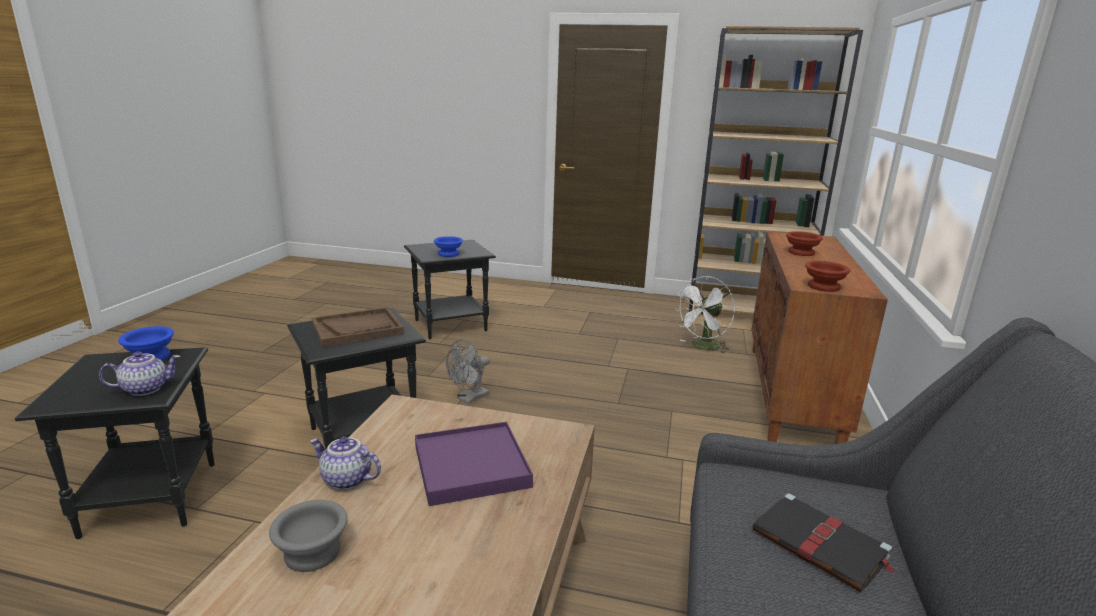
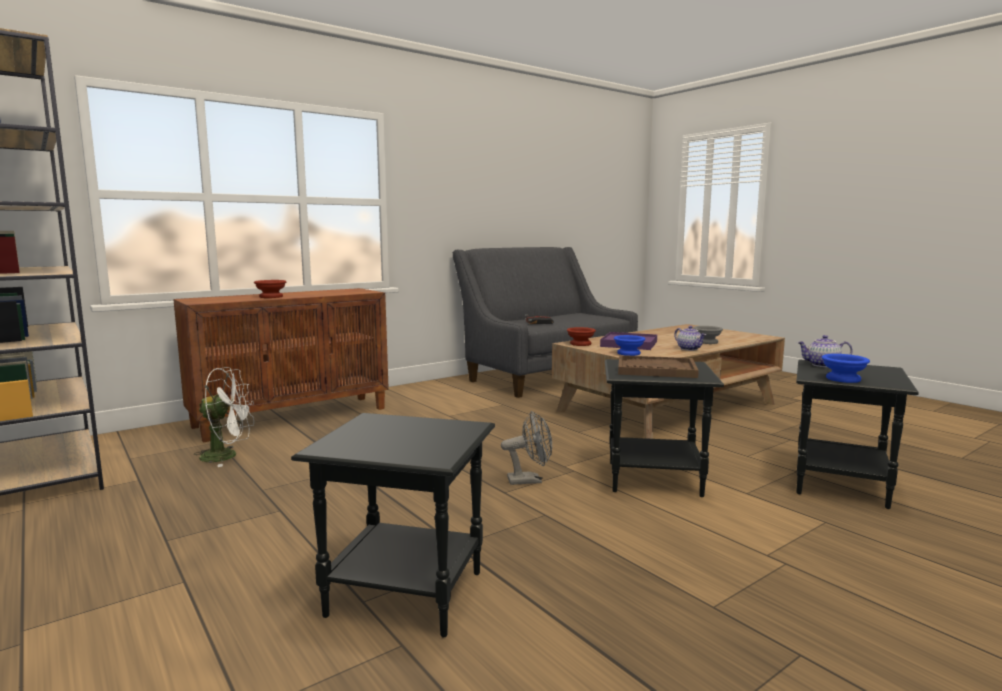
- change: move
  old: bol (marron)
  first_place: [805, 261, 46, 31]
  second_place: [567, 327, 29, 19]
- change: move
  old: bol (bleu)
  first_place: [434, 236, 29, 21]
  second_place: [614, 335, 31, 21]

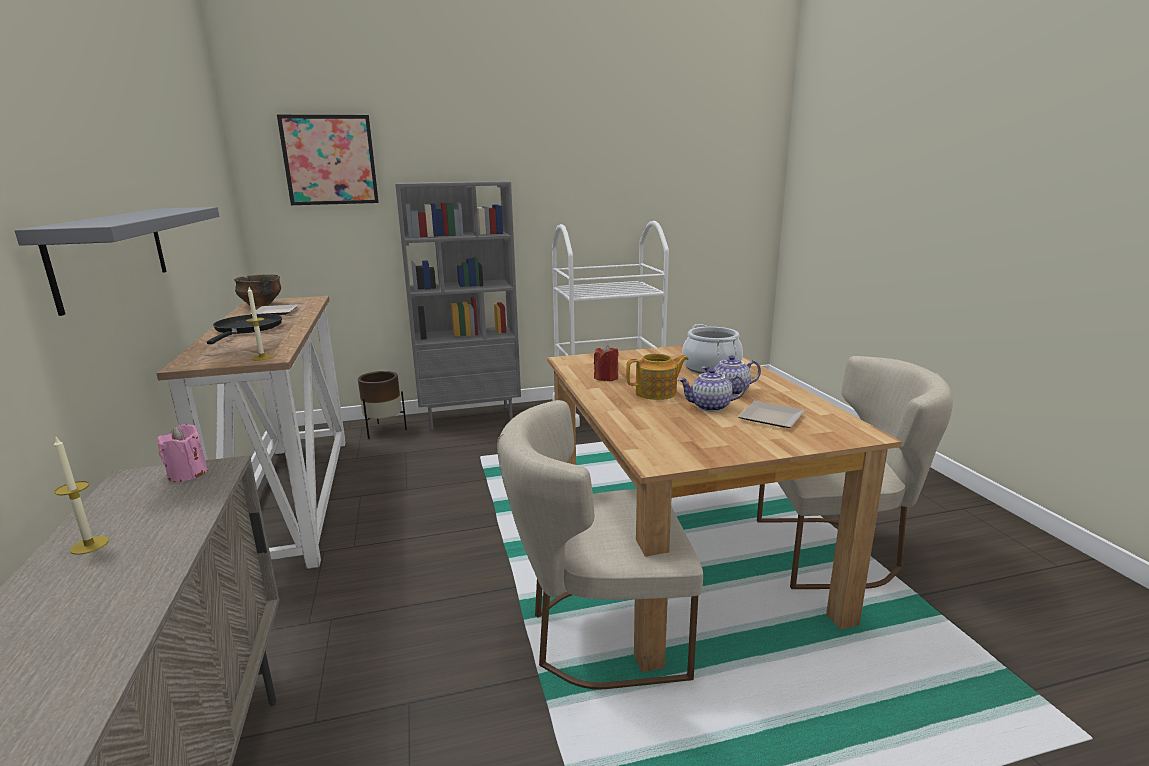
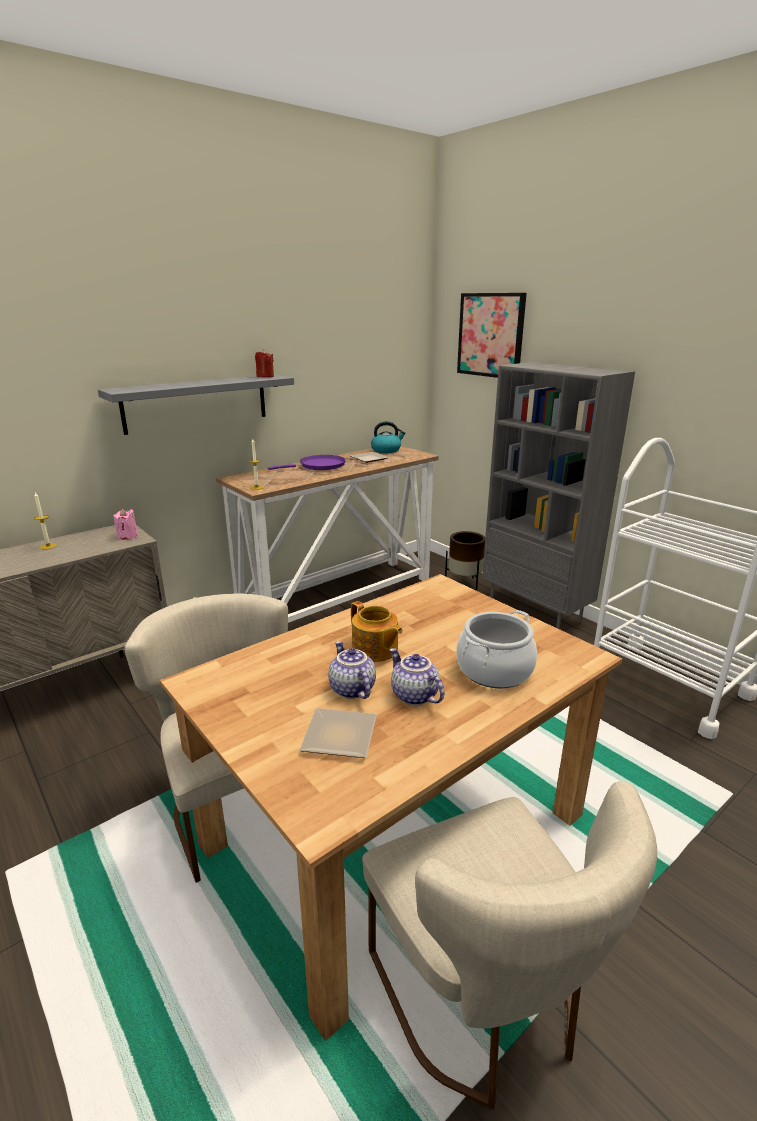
- change: move
  old: bougie (rouge)
  first_place: [594, 345, 25, 36]
  second_place: [255, 349, 19, 28]
- change: recolor
  old: poêle (noir)
  new: poêle (violet)
  first_place: [207, 314, 75, 30]
  second_place: [268, 455, 78, 15]
- change: replace
  old: bol
  new: bouilloire
  first_place: [234, 274, 47, 33]
  second_place: [371, 421, 35, 32]

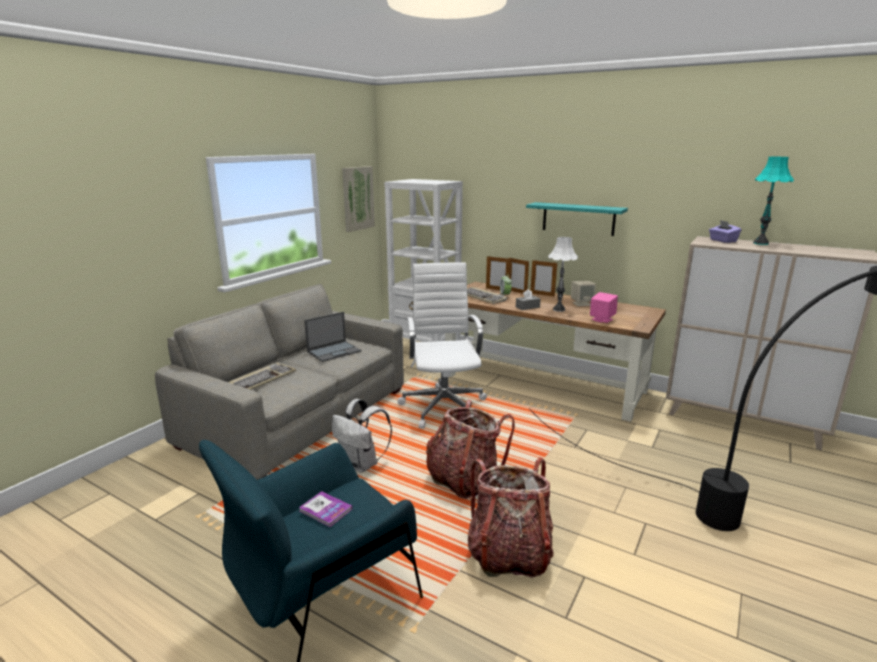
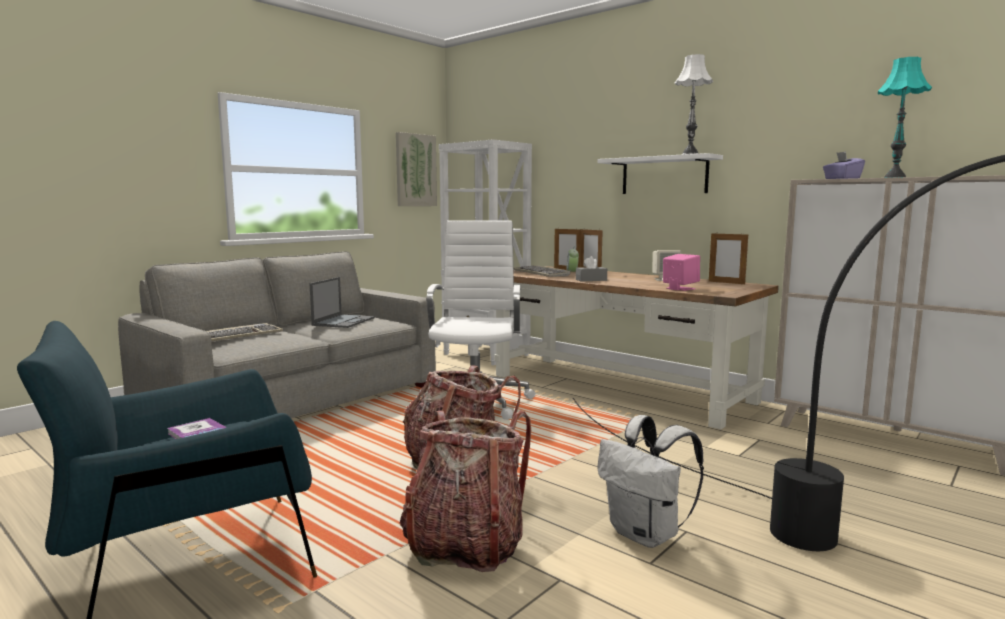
- change: rotate
  old: ordinateur portable
  first_place: [304, 312, 57, 50]
  second_place: [309, 277, 66, 51]
  degrees: -45
- change: recolor
  old: étagère (turquoise)
  new: étagère (blanc)
  first_place: [526, 202, 102, 34]
  second_place: [597, 153, 126, 41]
- change: move
  old: sac à dos (blanc)
  first_place: [332, 399, 60, 74]
  second_place: [597, 415, 107, 133]
- change: move
  old: lampe de table (blanc)
  first_place: [548, 237, 30, 75]
  second_place: [674, 54, 39, 101]
- change: move
  old: cadre photo
  first_place: [530, 260, 27, 37]
  second_place: [709, 233, 39, 51]

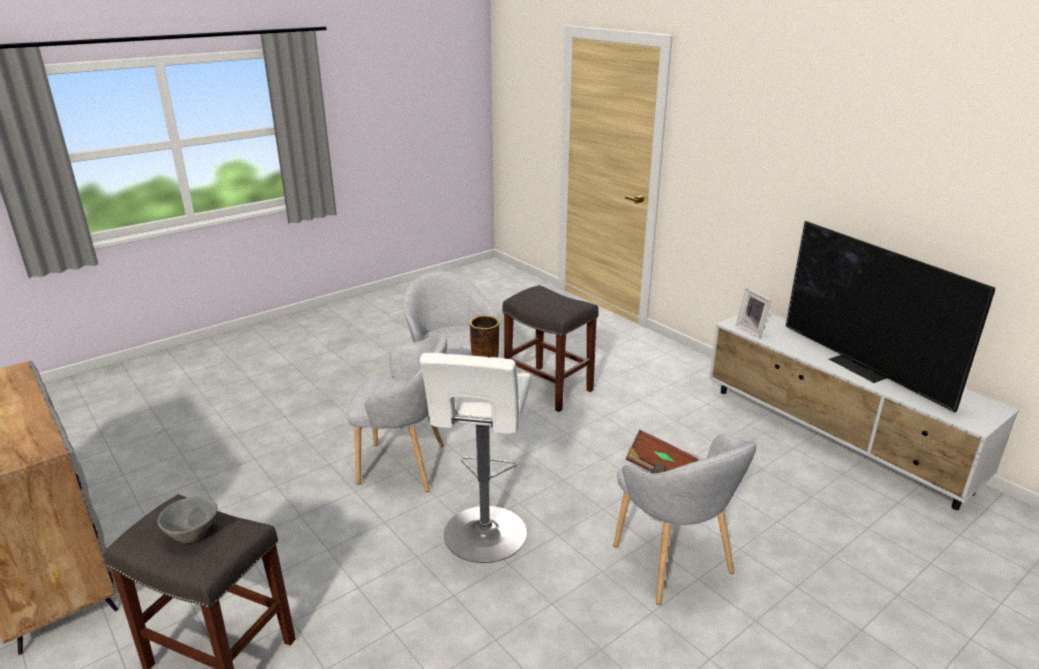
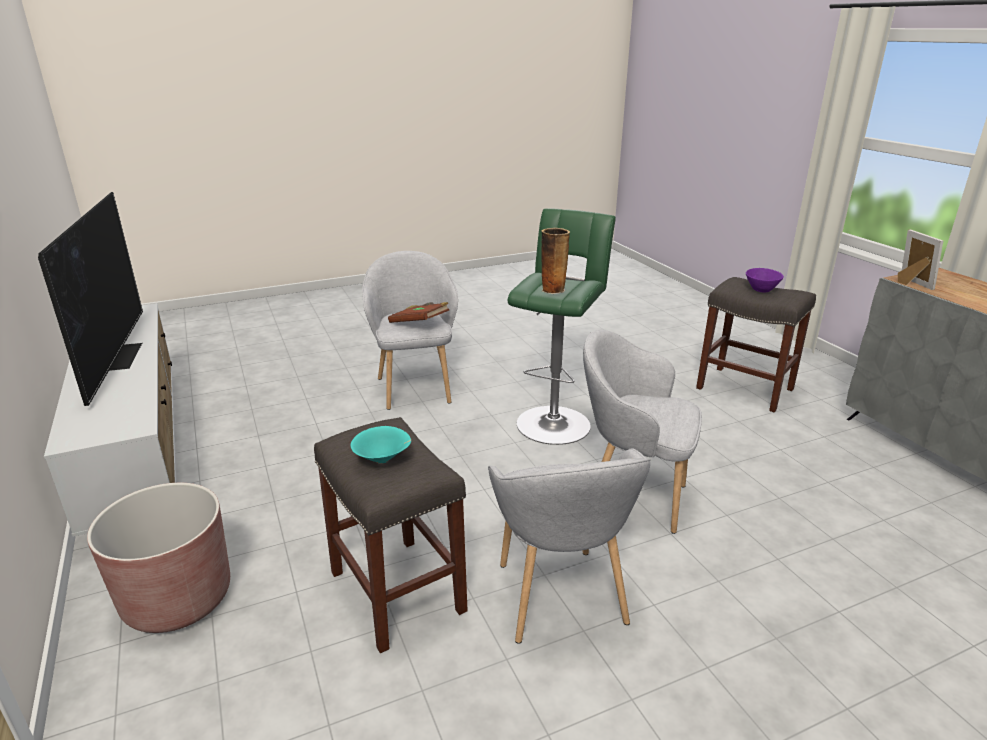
- change: insert
  new: cache-pot (marron)
  second_place: [87, 483, 143, 150]
- change: insert
  new: bol (turquoise)
  second_place: [350, 426, 61, 38]
- change: recolor
  old: tabouret (blanc)
  new: tabouret (vert)
  first_place: [420, 353, 111, 210]
  second_place: [507, 208, 109, 237]
- change: recolor
  old: bol (gris)
  new: bol (violet)
  first_place: [158, 497, 59, 47]
  second_place: [746, 268, 38, 25]
- change: move
  old: cadre photo
  first_place: [736, 288, 36, 51]
  second_place: [898, 229, 45, 61]

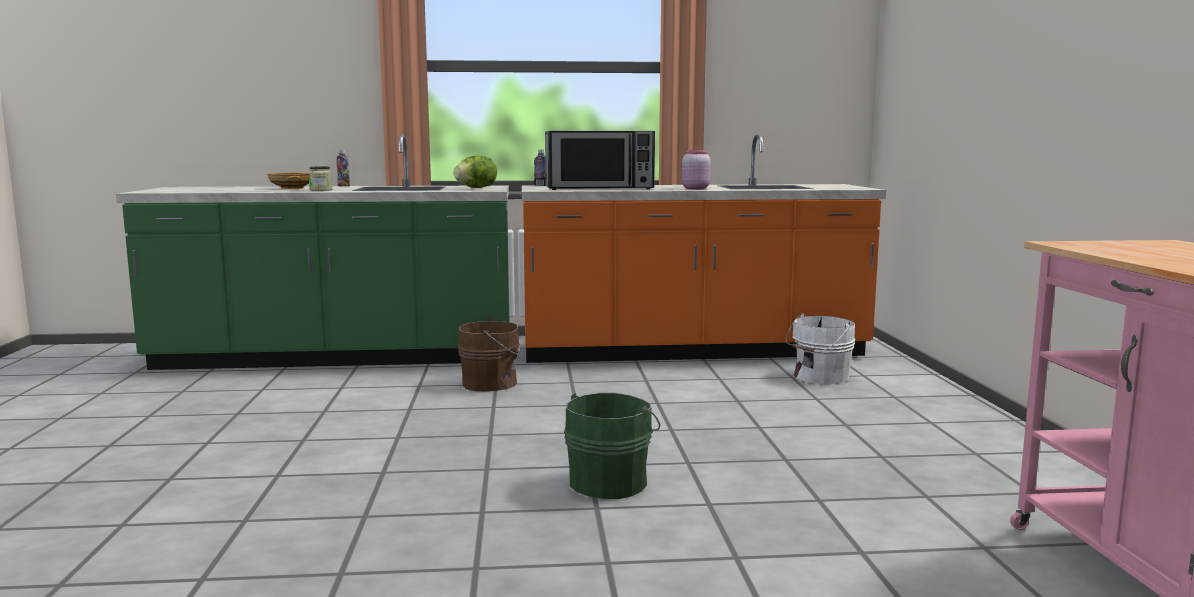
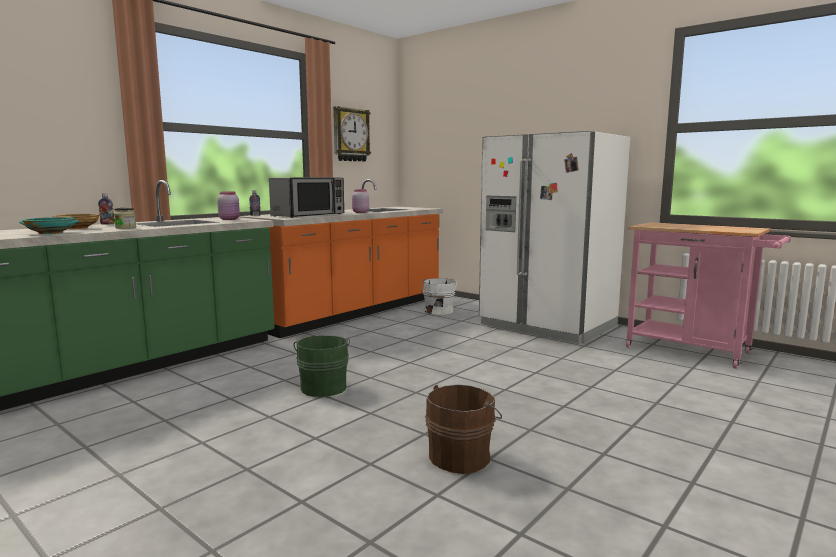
- change: insert
  new: bol (turquoise)
  second_place: [19, 217, 60, 17]
- change: replace
  old: laitue
  new: bocal (rose)
  first_place: [453, 155, 44, 33]
  second_place: [217, 191, 23, 29]
- change: move
  old: seau (vert)
  first_place: [564, 393, 96, 106]
  second_place: [293, 335, 57, 62]
- change: insert
  new: horloge murale
  second_place: [333, 106, 38, 56]
- change: move
  old: seau (marron)
  first_place: [458, 318, 63, 73]
  second_place: [425, 385, 77, 89]
- change: insert
  new: réfrigérateur (blanc)
  second_place: [479, 131, 151, 213]

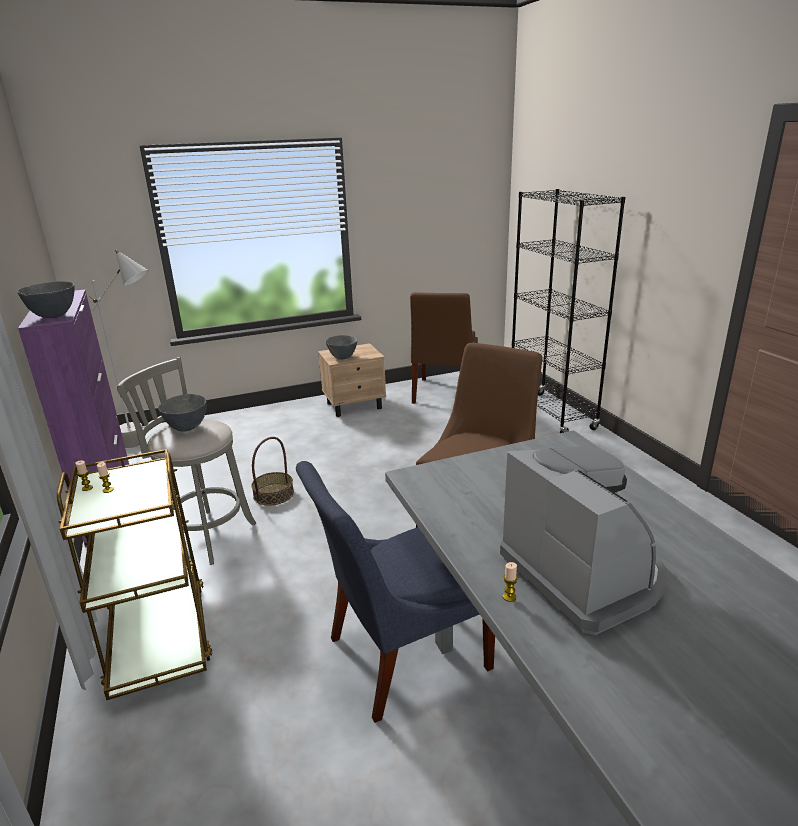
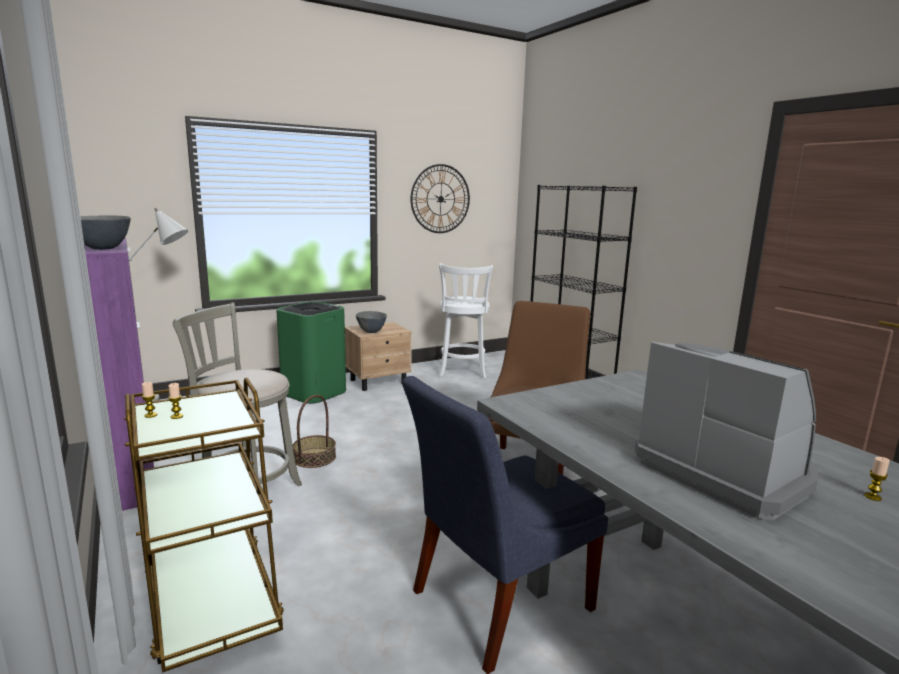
- change: insert
  new: poubelle (vert)
  second_place: [276, 302, 70, 102]
- change: insert
  new: horloge murale
  second_place: [411, 164, 59, 69]
- change: replace
  old: chaise (marron)
  new: tabouret (blanc)
  first_place: [410, 292, 68, 112]
  second_place: [439, 263, 54, 115]
- change: move
  old: bougie
  first_place: [503, 562, 15, 40]
  second_place: [864, 457, 26, 44]
- change: delete
  old: bol (gris)
  first_place: [158, 394, 49, 38]

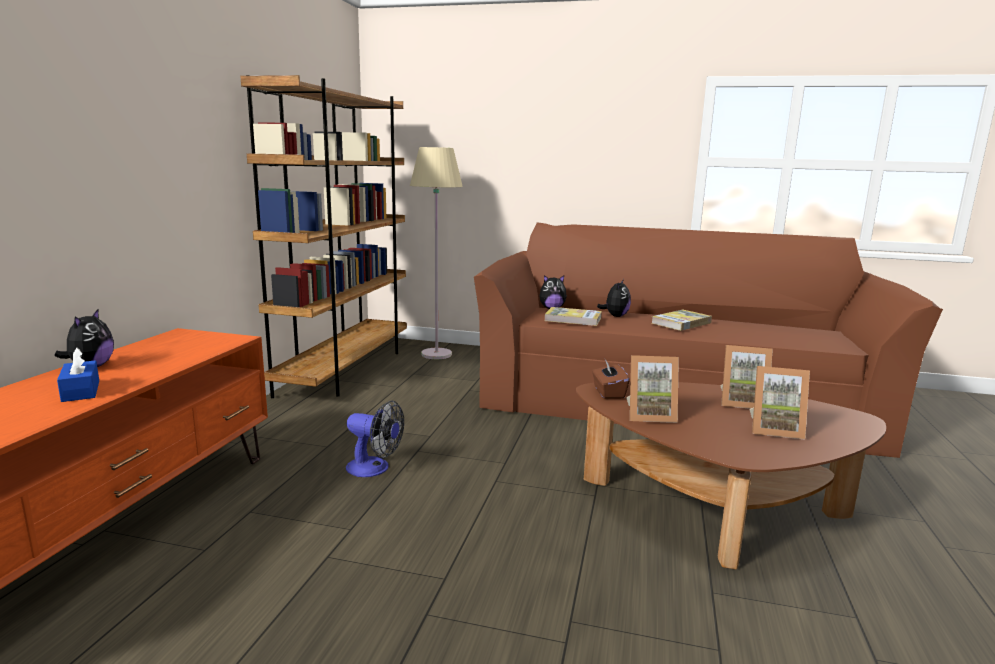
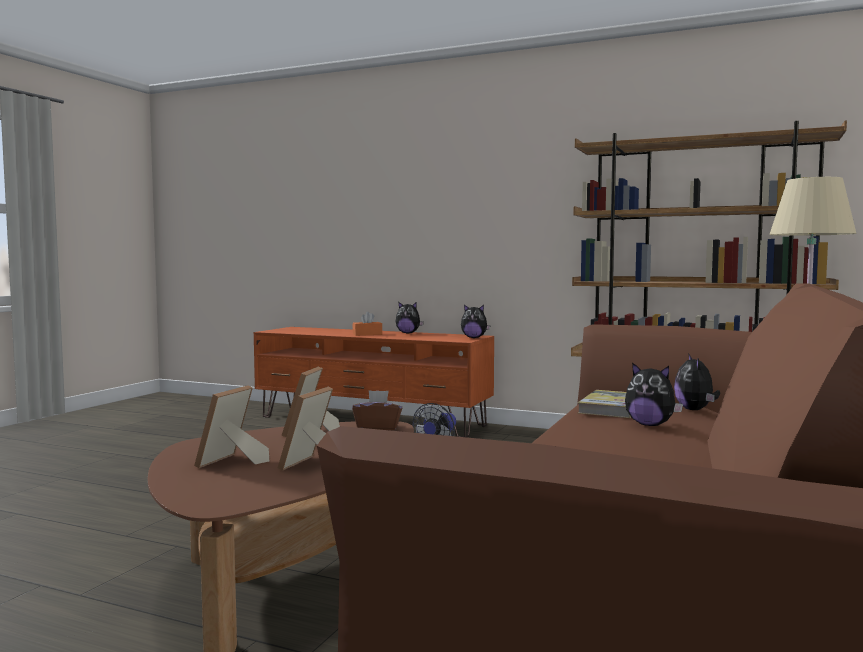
- change: recolor
  old: boîte à mouchoirs (bleu)
  new: boîte à mouchoirs (orange)
  first_place: [57, 348, 42, 54]
  second_place: [353, 311, 29, 25]
- change: insert
  new: peluche
  second_place: [461, 304, 30, 34]
- change: delete
  old: livre
  first_place: [651, 309, 61, 22]

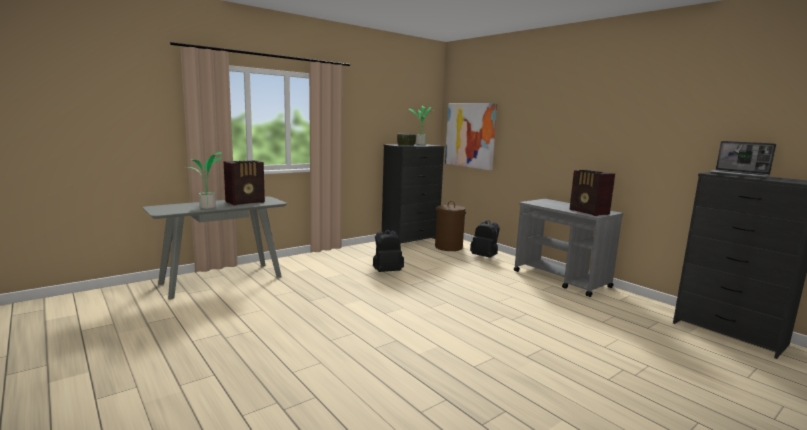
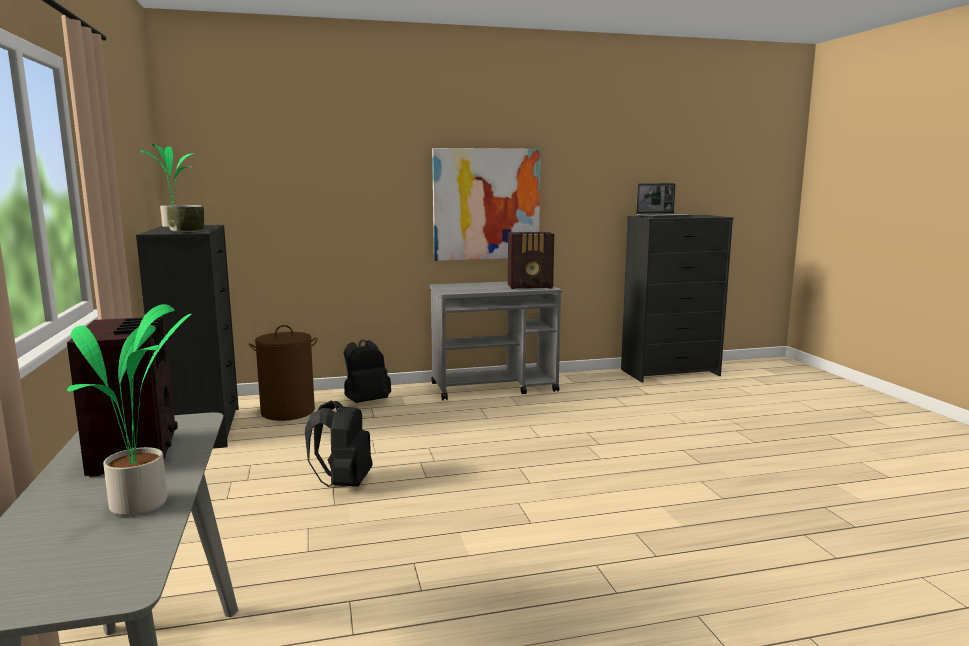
- change: move
  old: tableau
  first_place: [445, 103, 52, 67]
  second_place: [432, 148, 109, 113]

